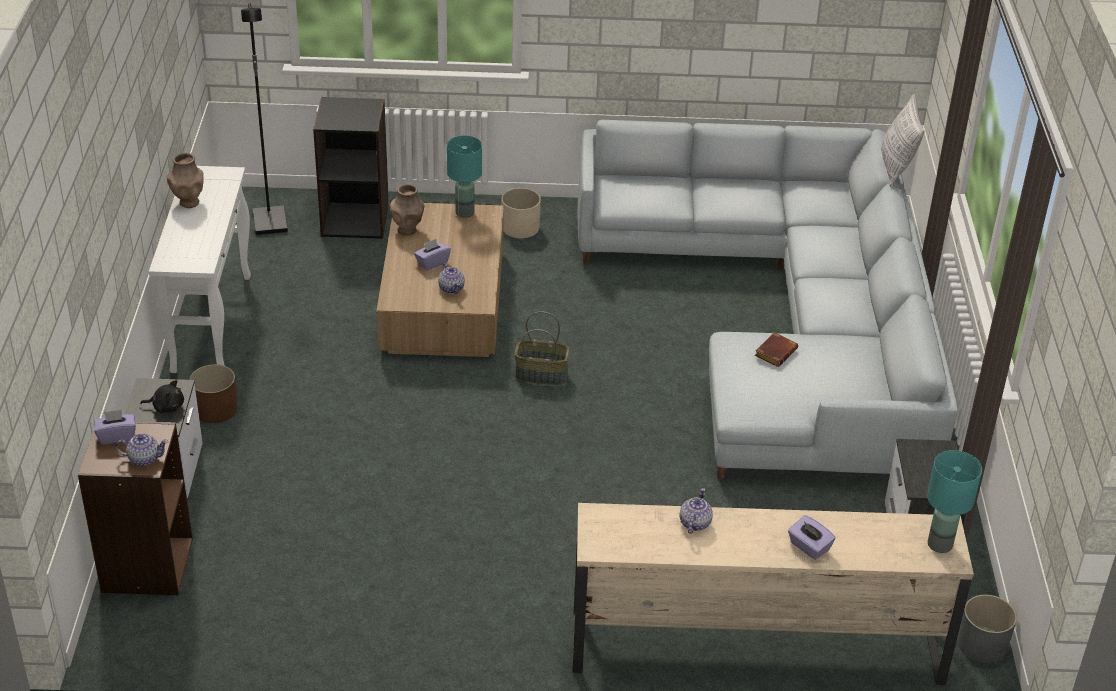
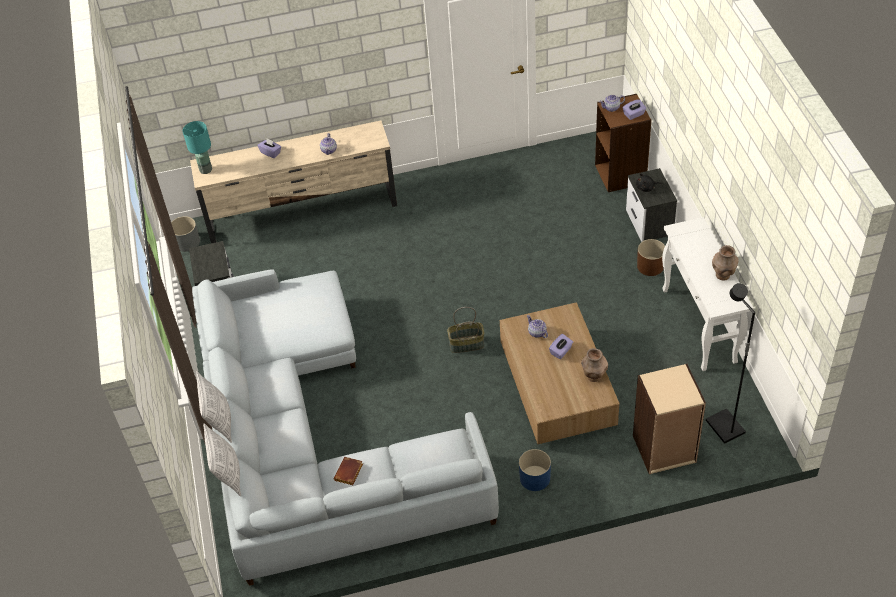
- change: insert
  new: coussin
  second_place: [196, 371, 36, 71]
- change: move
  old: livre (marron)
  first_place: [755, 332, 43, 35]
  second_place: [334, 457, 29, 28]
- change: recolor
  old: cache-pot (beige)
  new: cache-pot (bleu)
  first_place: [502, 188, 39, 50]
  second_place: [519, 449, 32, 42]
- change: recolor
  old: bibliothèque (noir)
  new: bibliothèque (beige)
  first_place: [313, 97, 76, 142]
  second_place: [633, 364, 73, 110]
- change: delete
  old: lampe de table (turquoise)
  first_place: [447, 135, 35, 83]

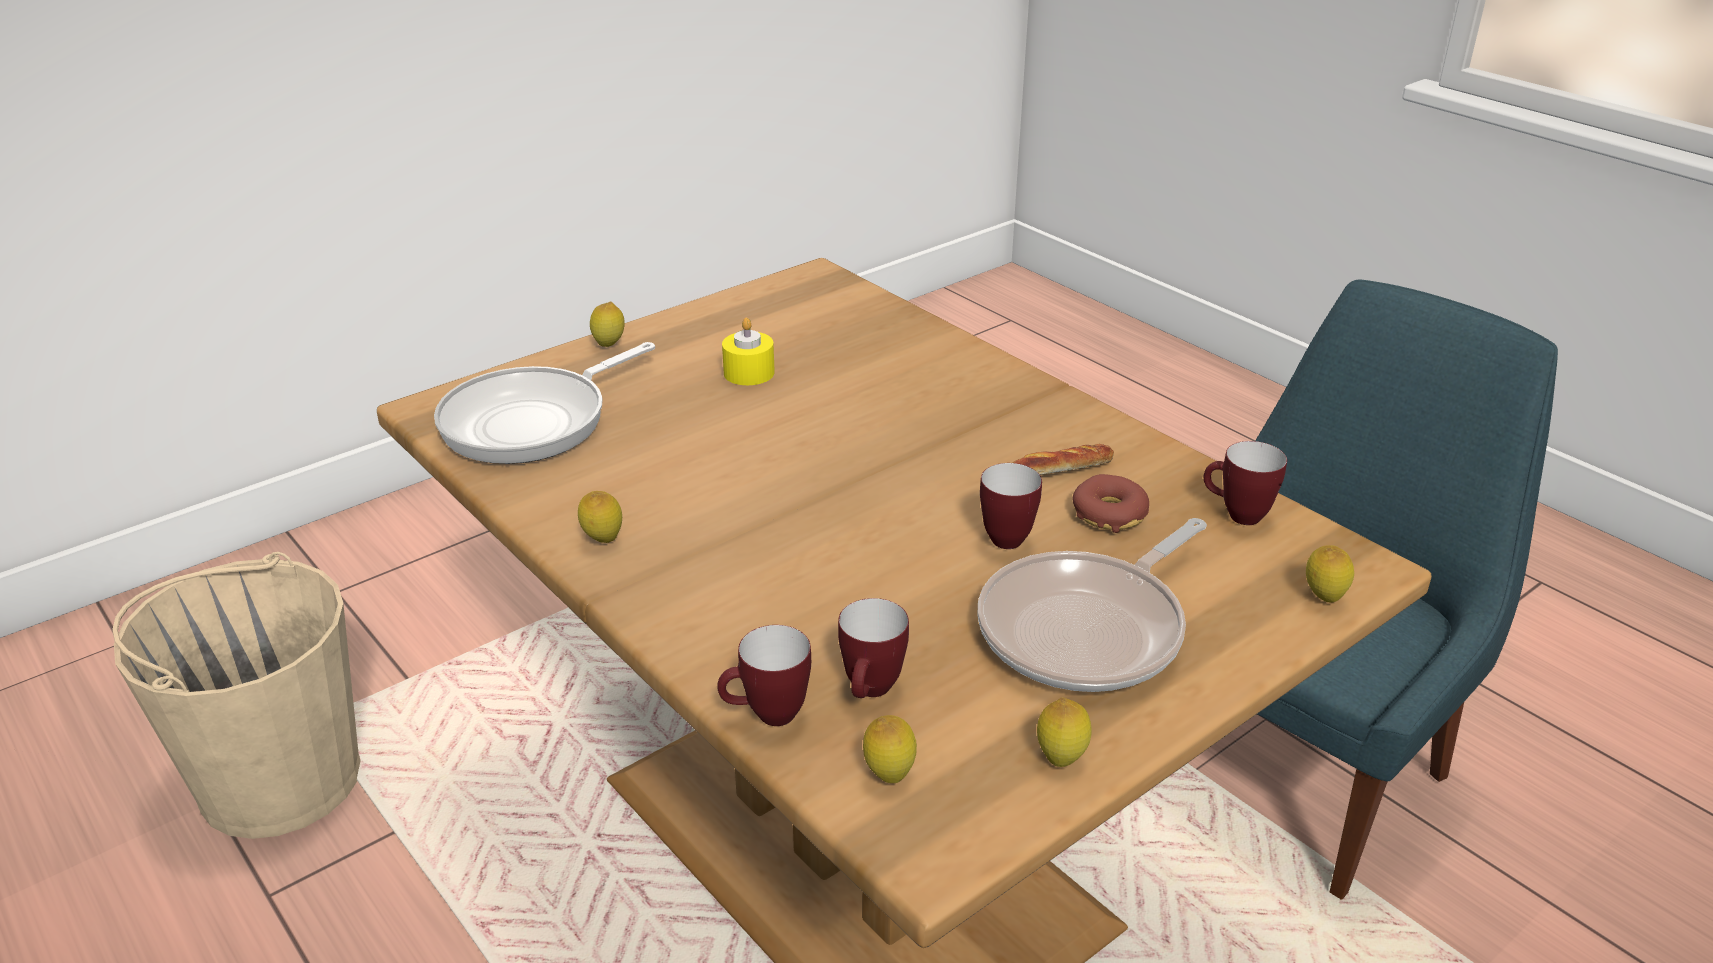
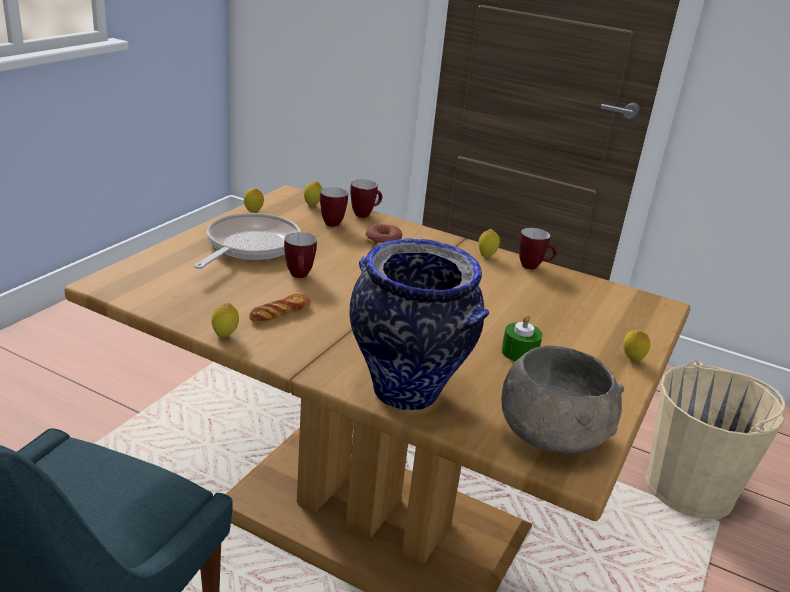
- change: move
  old: citron
  first_place: [1306, 545, 48, 58]
  second_place: [211, 303, 28, 34]
- change: insert
  new: vase
  second_place: [349, 239, 140, 172]
- change: move
  old: beignet
  first_place: [1073, 474, 76, 59]
  second_place: [365, 224, 37, 22]
- change: recolor
  old: bougie (jaune)
  new: bougie (vert)
  first_place: [722, 318, 53, 67]
  second_place: [501, 314, 42, 48]
- change: insert
  new: bol (gris)
  second_place: [501, 346, 123, 108]
- change: move
  old: mug
  first_place: [1204, 441, 83, 84]
  second_place: [519, 228, 38, 42]
- change: delete
  old: poêle
  first_place: [434, 342, 221, 122]

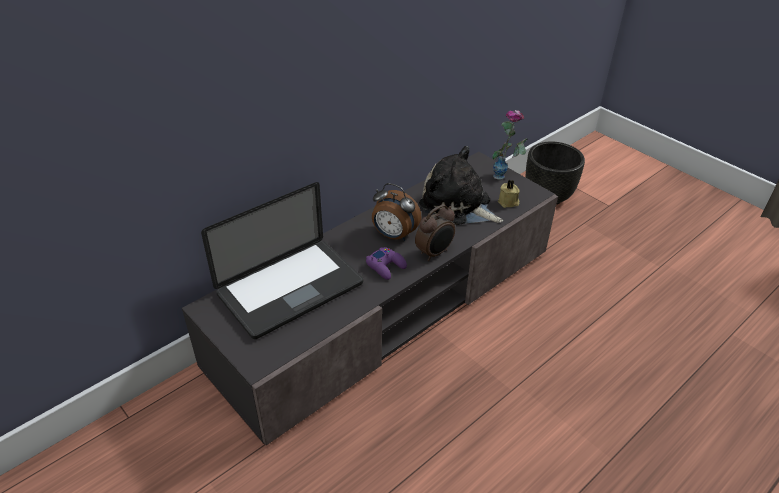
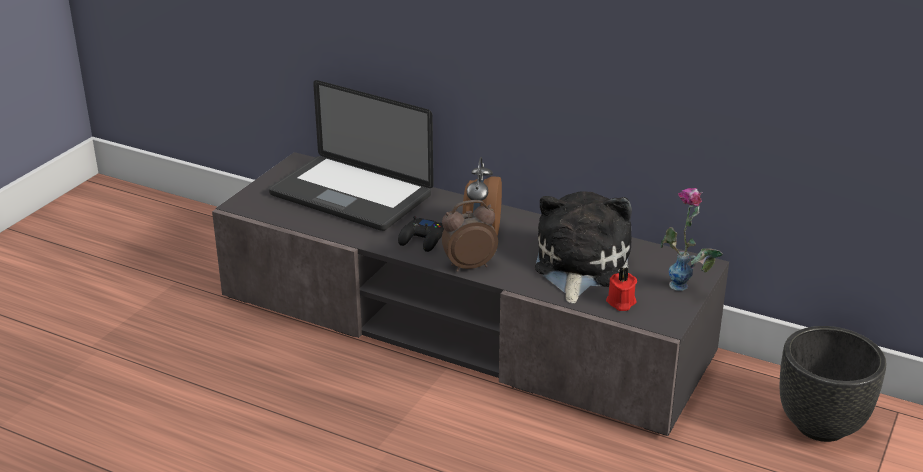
- change: recolor
  old: manette (violet)
  new: manette (noir)
  first_place: [366, 247, 41, 33]
  second_place: [398, 216, 46, 36]
- change: rotate
  old: réveil
  first_place: [415, 204, 40, 57]
  second_place: [442, 200, 56, 72]
  degrees: 135
- change: recolor
  old: bougie (beige)
  new: bougie (rouge)
  first_place: [498, 180, 22, 28]
  second_place: [606, 267, 31, 44]

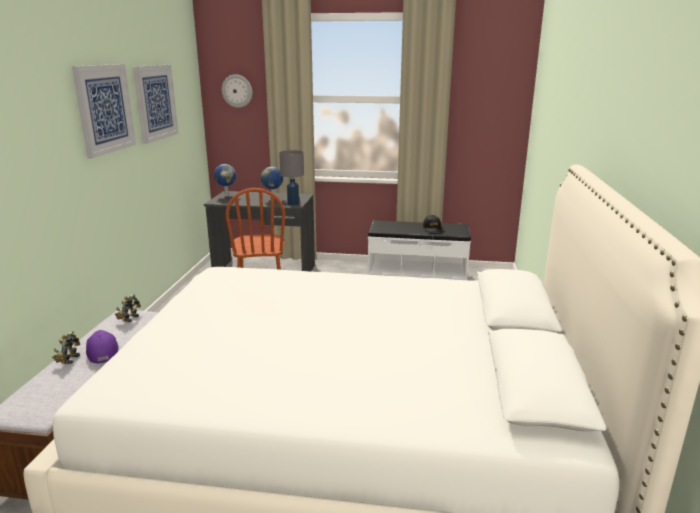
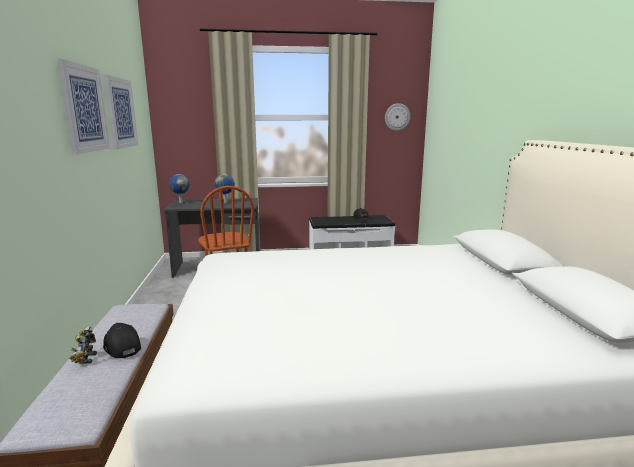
- change: recolor
  old: casquette (violet)
  new: casquette (noir)
  first_place: [86, 330, 32, 34]
  second_place: [103, 323, 38, 35]
- change: move
  old: horloge murale
  first_place: [222, 74, 30, 34]
  second_place: [385, 103, 26, 28]
- change: delete
  old: robot jouet
  first_place: [115, 294, 26, 28]
- change: delete
  old: lampe de table (gris)
  first_place: [279, 150, 25, 56]

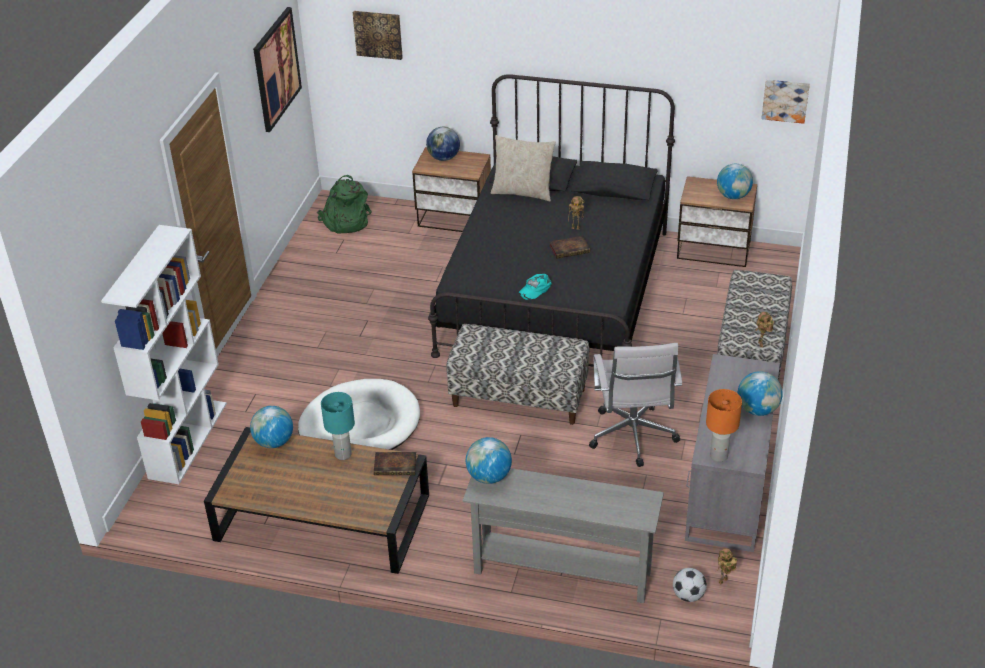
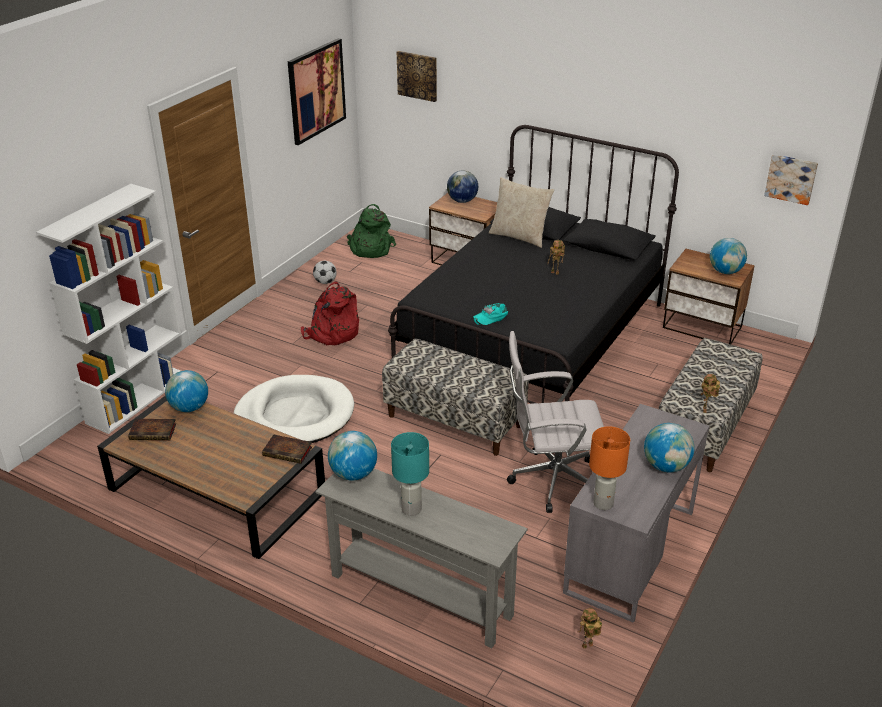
- change: move
  old: livre
  first_place: [549, 236, 41, 23]
  second_place: [128, 419, 48, 21]
- change: insert
  new: sac à dos (rouge)
  second_place: [301, 282, 58, 63]
- change: move
  old: ballon de foot
  first_place: [673, 568, 34, 34]
  second_place: [313, 261, 24, 23]
- change: move
  old: lampe de table (turquoise)
  first_place: [321, 392, 34, 68]
  second_place: [391, 432, 38, 84]
- change: rotate
  old: chaise de bureau (blanc)
  first_place: [589, 343, 93, 124]
  second_place: [507, 331, 97, 182]
  degrees: 75

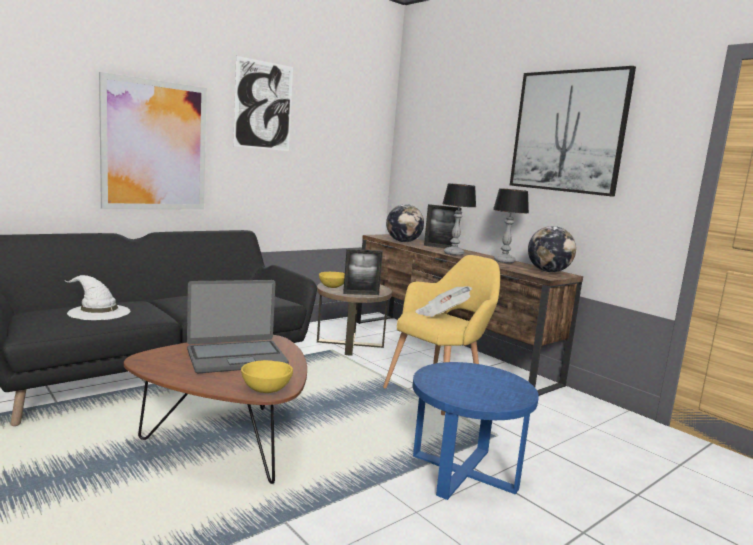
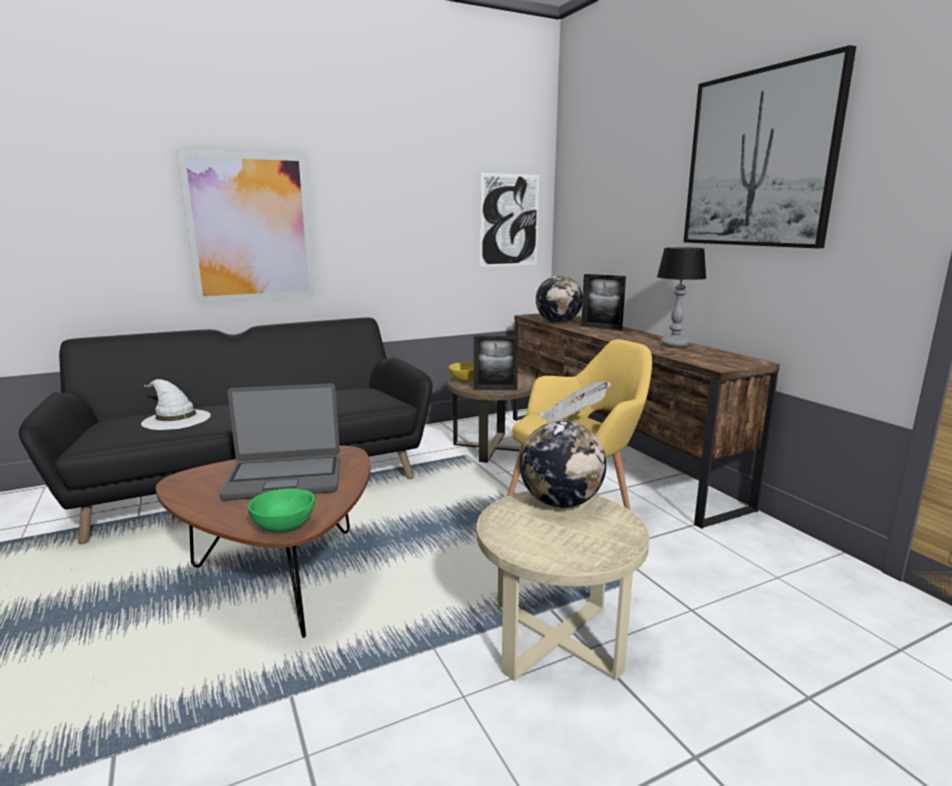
- change: recolor
  old: bol (jaune)
  new: bol (vert)
  first_place: [241, 360, 52, 33]
  second_place: [247, 488, 68, 44]
- change: recolor
  old: table d'appoint (bleu)
  new: table d'appoint (beige)
  first_place: [413, 362, 126, 138]
  second_place: [477, 491, 173, 190]
- change: move
  old: tableau
  first_place: [233, 56, 60, 95]
  second_place: [480, 173, 59, 93]
- change: move
  old: globe
  first_place: [528, 226, 48, 46]
  second_place: [519, 421, 87, 87]
- change: delete
  old: lampe de table
  first_place: [442, 183, 34, 73]

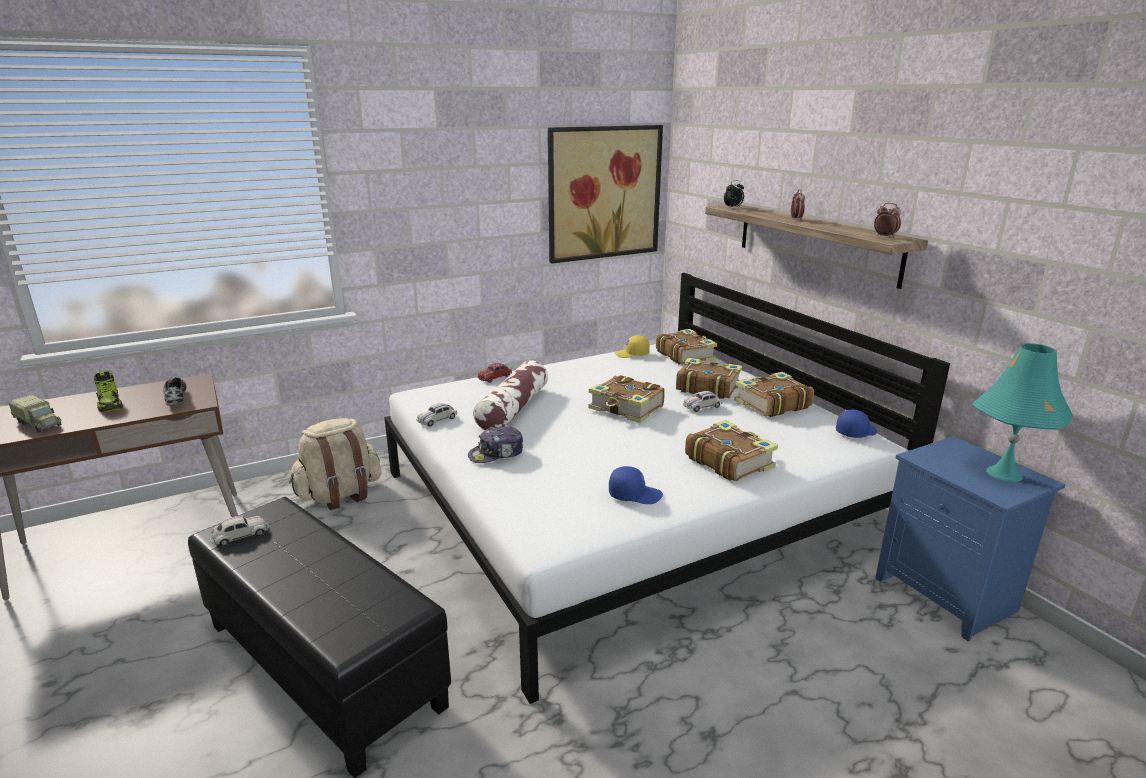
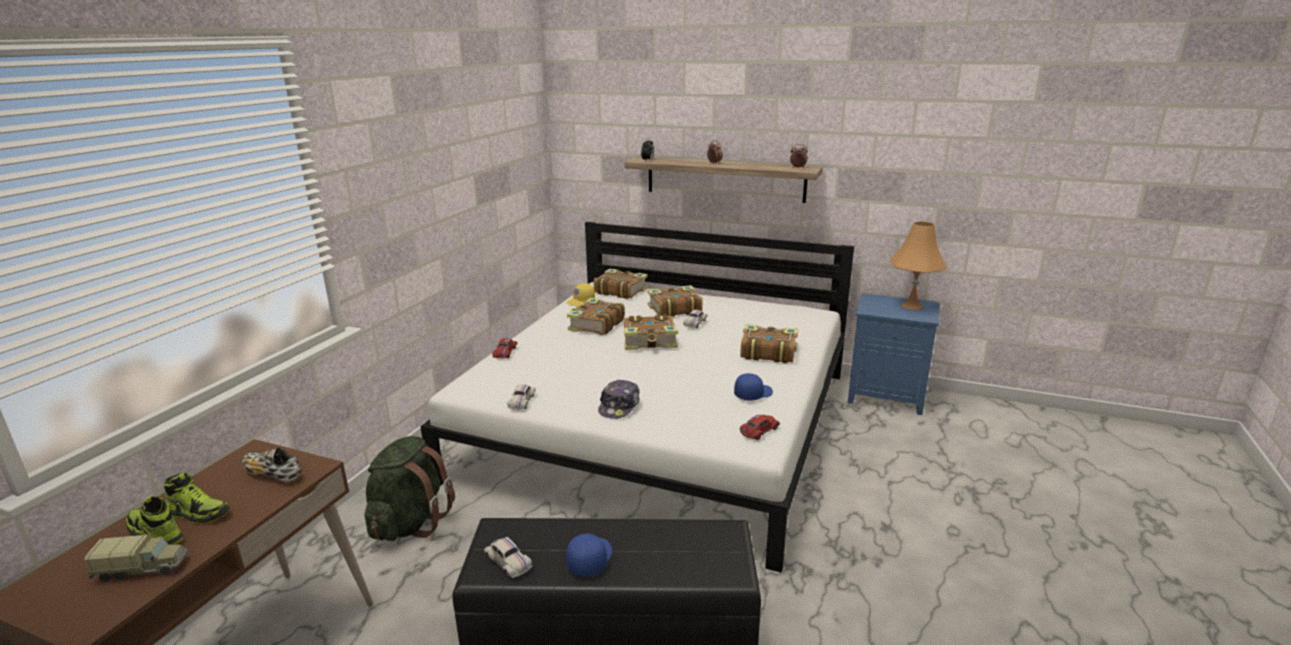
- change: insert
  new: chaussure
  second_place: [126, 497, 57, 48]
- change: recolor
  old: sac à dos (beige)
  new: sac à dos (vert)
  first_place: [289, 418, 93, 92]
  second_place: [365, 436, 90, 105]
- change: rotate
  old: petite voiture (blanc)
  first_place: [210, 516, 59, 31]
  second_place: [484, 537, 49, 41]
  degrees: 120
- change: move
  old: casquette (bleu)
  first_place: [836, 409, 41, 29]
  second_place: [566, 534, 46, 43]
- change: move
  old: livre
  first_place: [734, 372, 80, 45]
  second_place: [567, 298, 58, 37]
- change: insert
  new: petite voiture (rouge)
  second_place: [740, 415, 40, 25]
- change: recolor
  old: lampe de table (turquoise)
  new: lampe de table (orange)
  first_place: [972, 343, 101, 139]
  second_place: [890, 221, 58, 89]
- change: delete
  old: coussin
  first_place: [473, 360, 75, 70]
- change: delete
  old: tableau
  first_place: [548, 125, 115, 138]

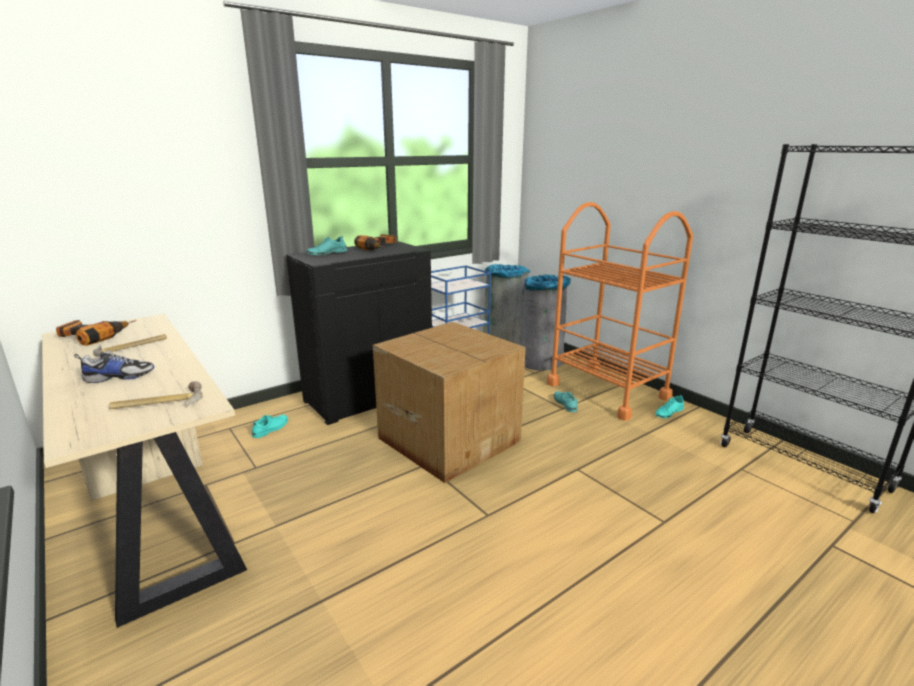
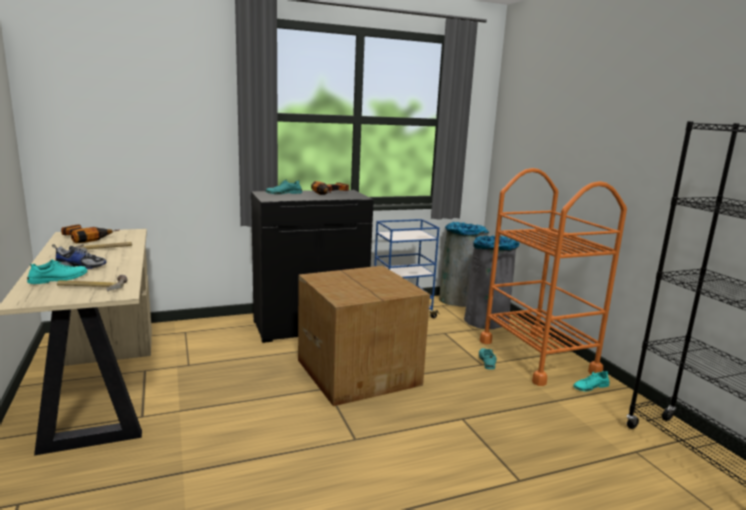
- change: move
  old: chaussure (turquoise)
  first_place: [252, 415, 36, 23]
  second_place: [27, 260, 60, 24]

